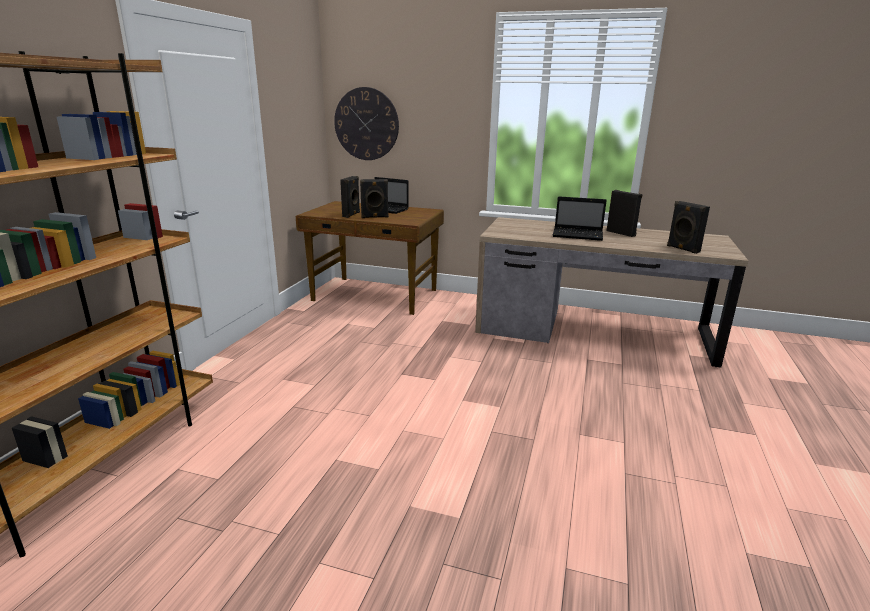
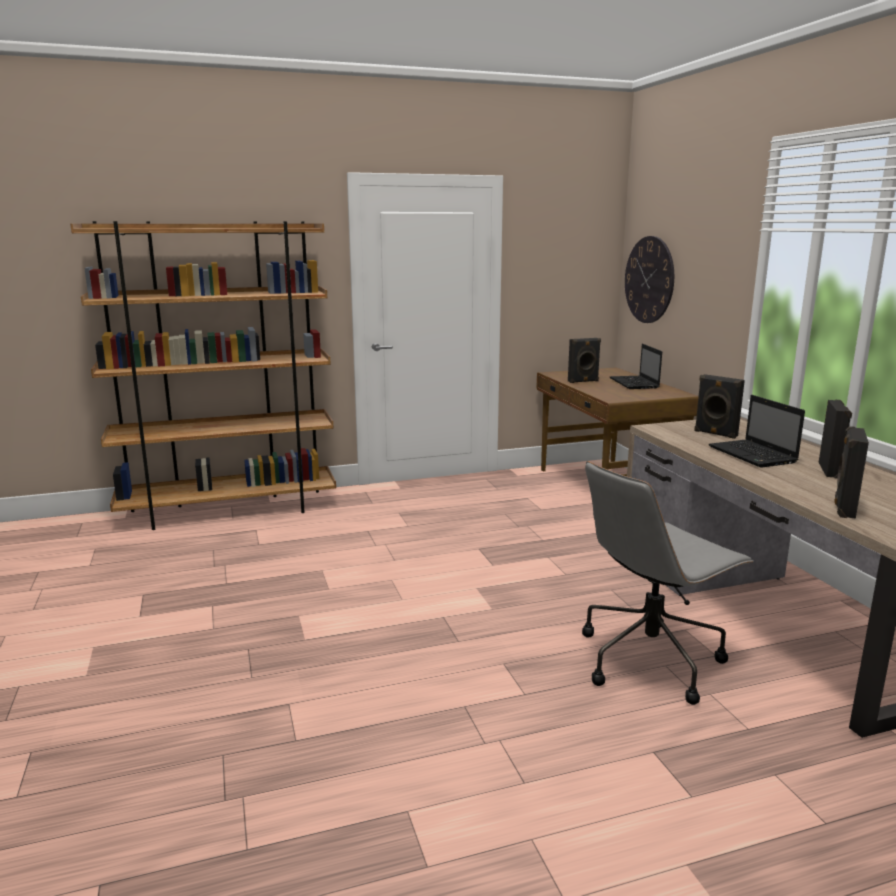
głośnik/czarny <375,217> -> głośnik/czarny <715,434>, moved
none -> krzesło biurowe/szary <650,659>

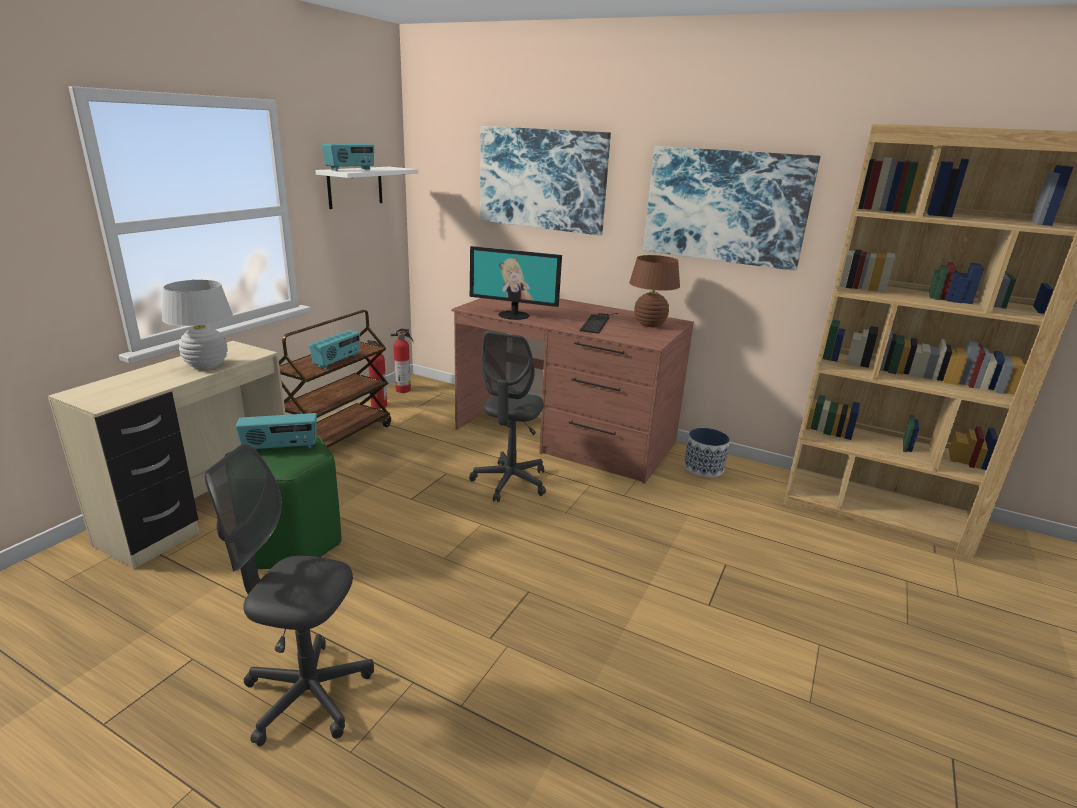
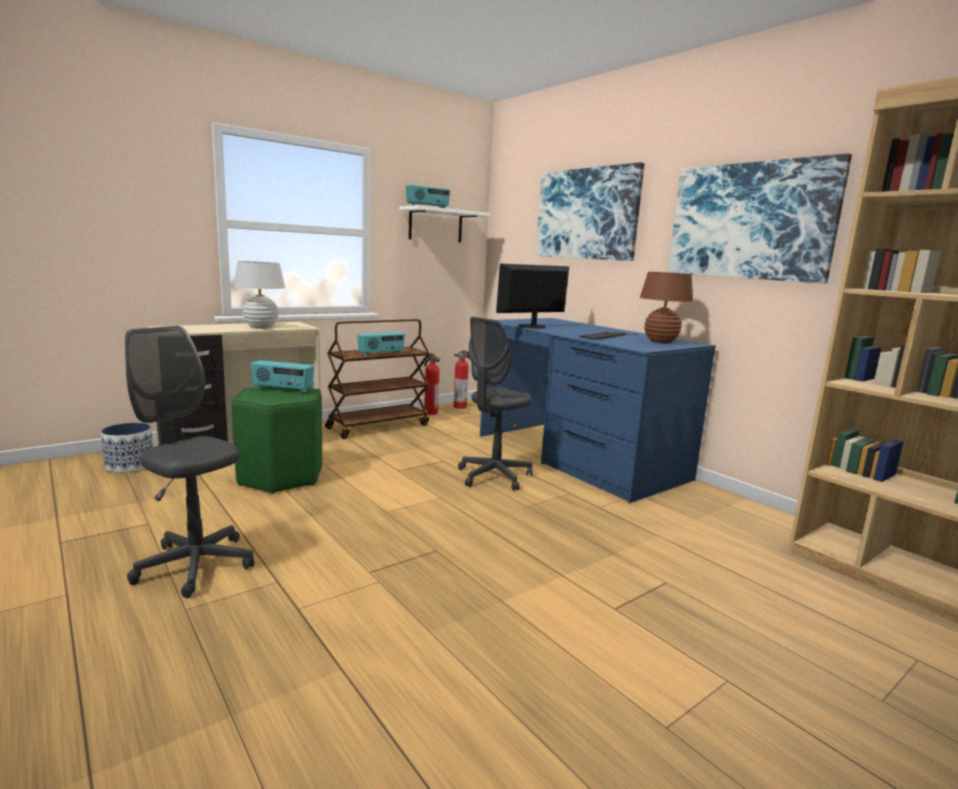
monitor <514,315> -> monitor <532,326>, 105 degrees clockwise
biurko/brązowy <565,436> -> biurko/niebieski <578,456>
donica <704,468> -> donica <130,465>, moved

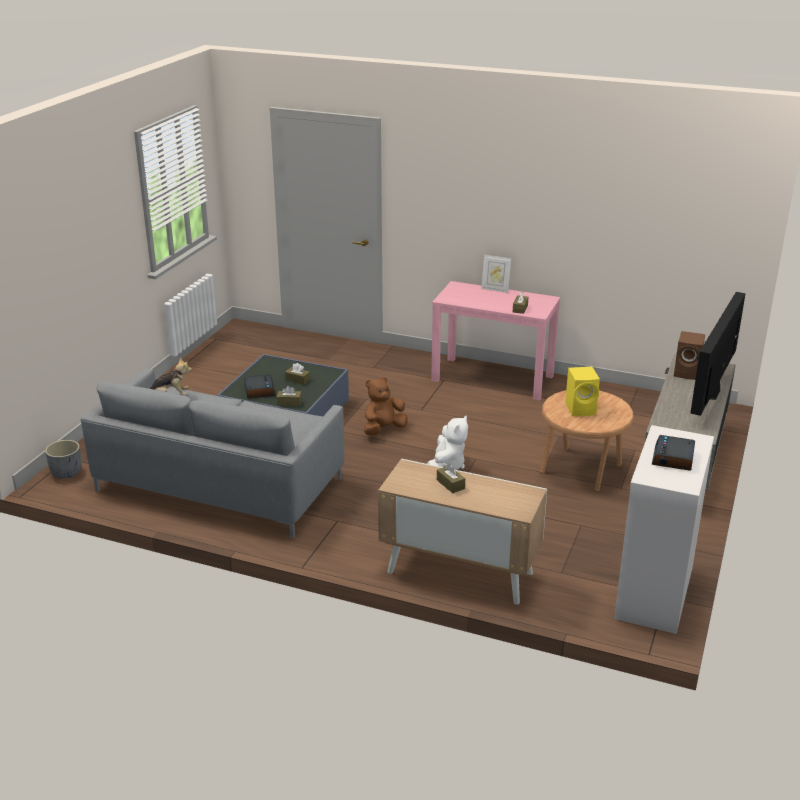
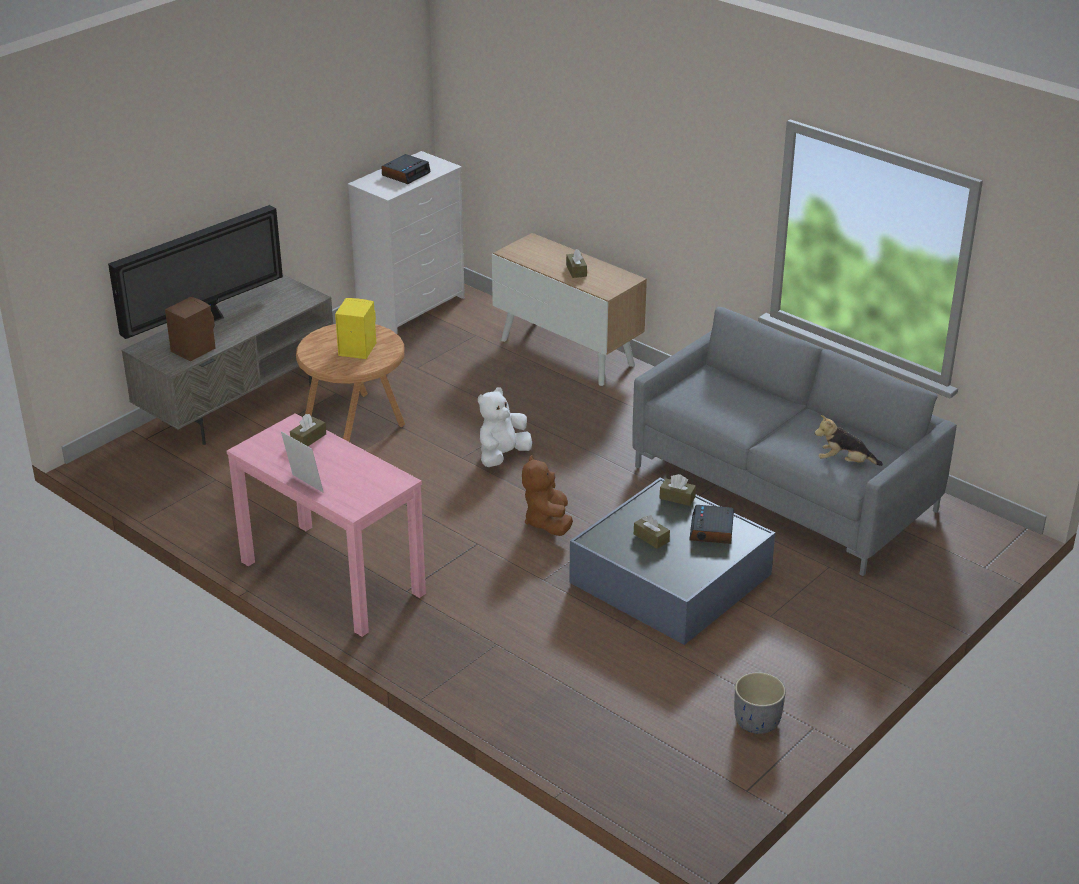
pluszak/brązowy <383,429> -> pluszak/brązowy <548,522>, 105 degrees clockwise
donica/szary <66,472> -> donica/szary <757,722>, moved

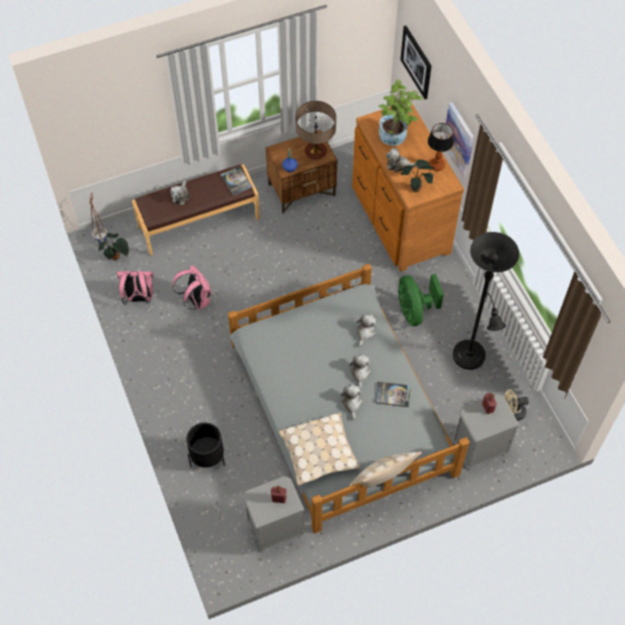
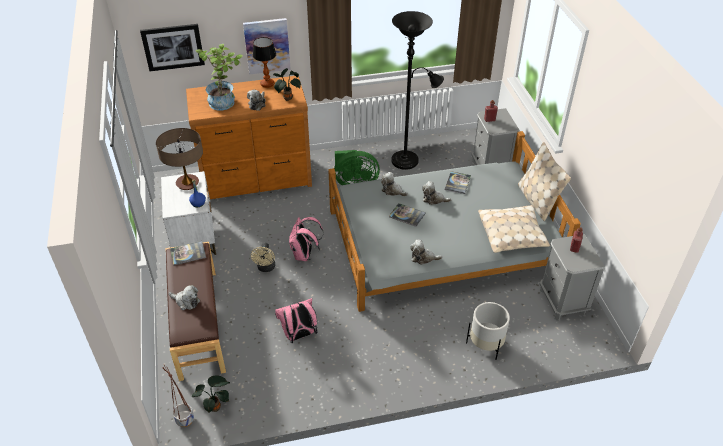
szafka nocna/brązowy <302,190> -> szafka nocna/biały <194,237>
plecak/różowy <139,298> -> plecak/różowy <304,255>, moved
pluszak <351,403> -> pluszak <423,258>, moved
wentylator/beżowy <512,412> -> wentylator/beżowy <266,268>, moved
donica/czarny <207,457> -> donica/biały <486,345>
none -> książka <407,215>

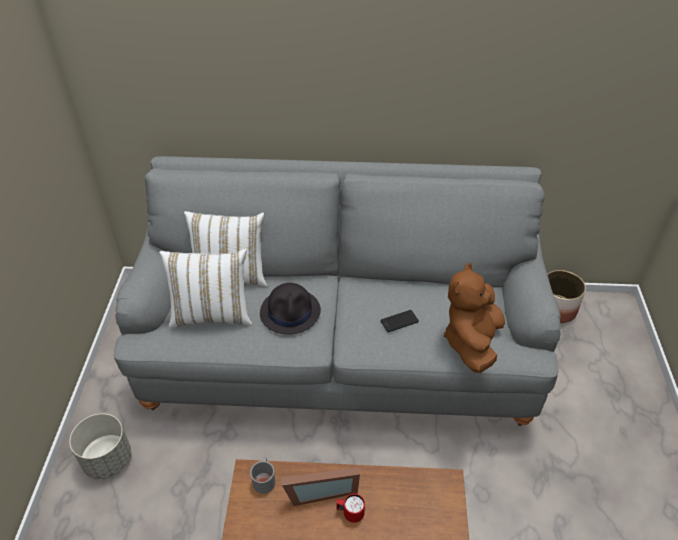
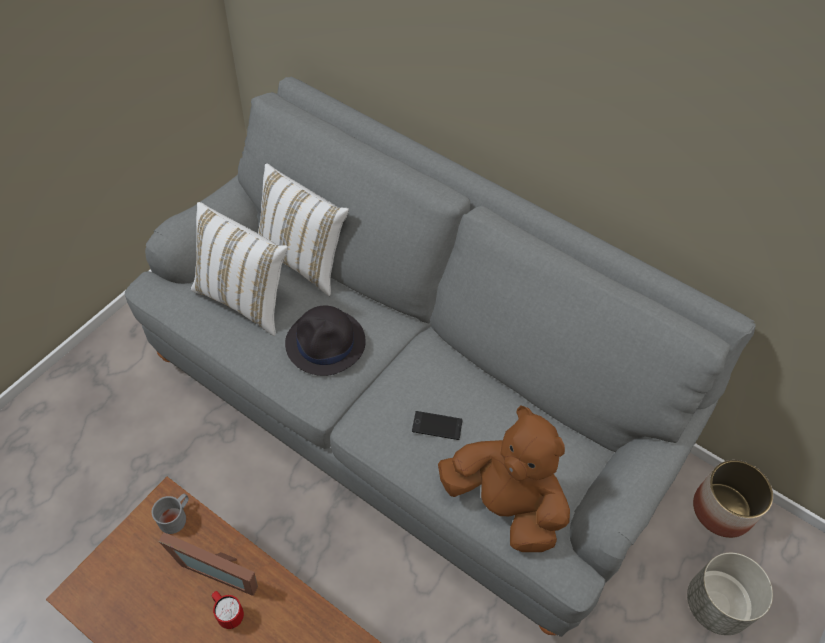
pluszak/brązowy <471,342> -> pluszak/brązowy <504,504>, 75 degrees clockwise
donica/szary <107,460> -> donica/szary <715,604>, moved

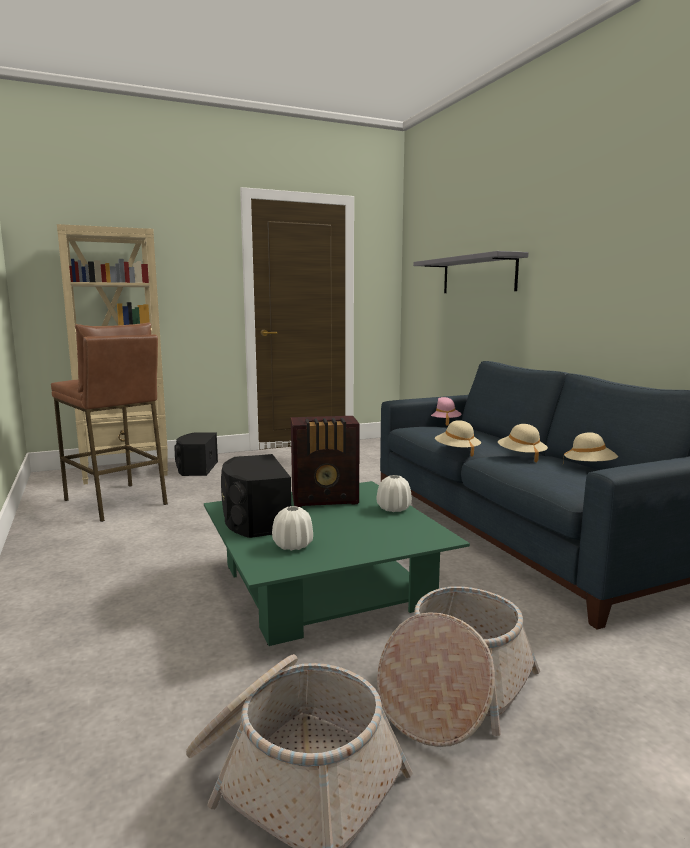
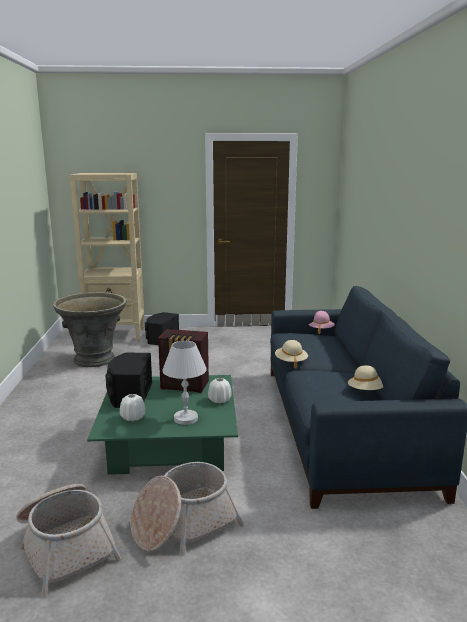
półka/szary <478,275> -> none
stołek/brązowy <116,502> -> donica/szary <95,360>
kapelusz/beżowy <521,456> -> none
none -> lampa stołowa/biały <185,418>

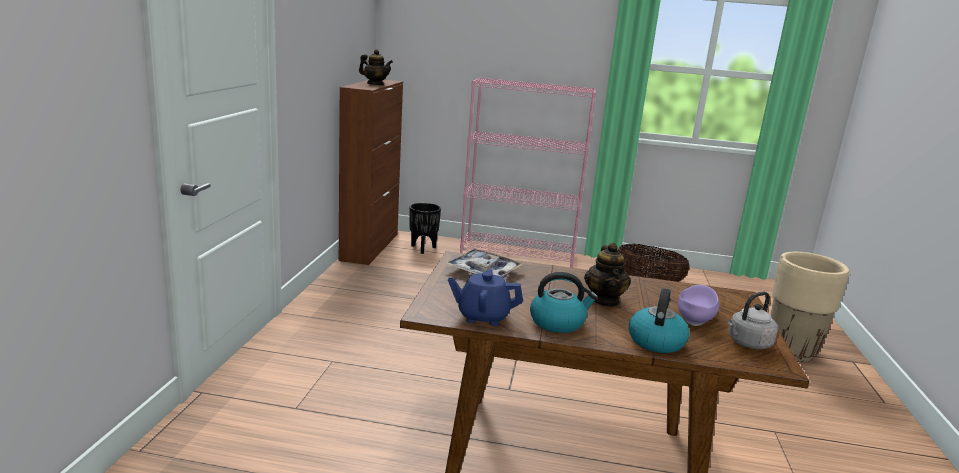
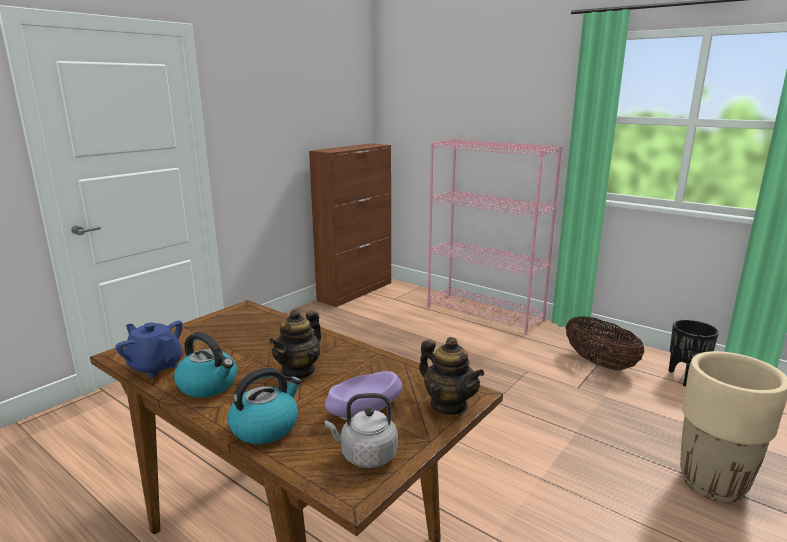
imbryk <375,84> -> imbryk <449,405>, moved
donica/czarny <423,249> -> donica/czarny <686,378>, moved
taca <483,271> -> none

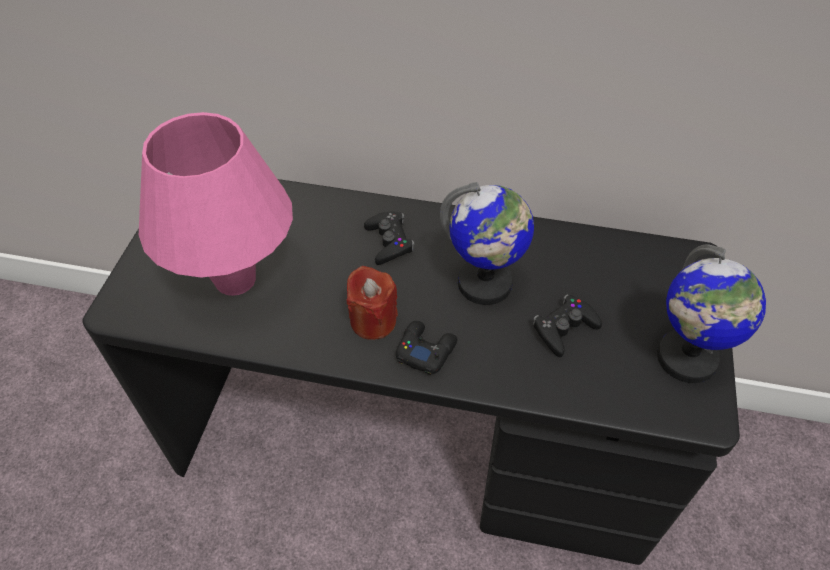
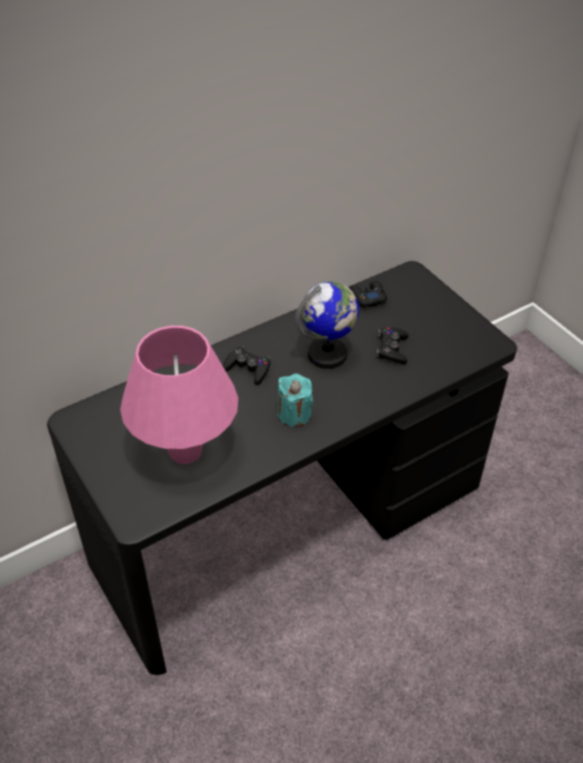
globus <686,358> -> none
świeca/czerwony <373,321> -> świeca/turkusowy <294,414>
pad do gier/czarny <425,350> -> pad do gier/czarny <367,297>, moved

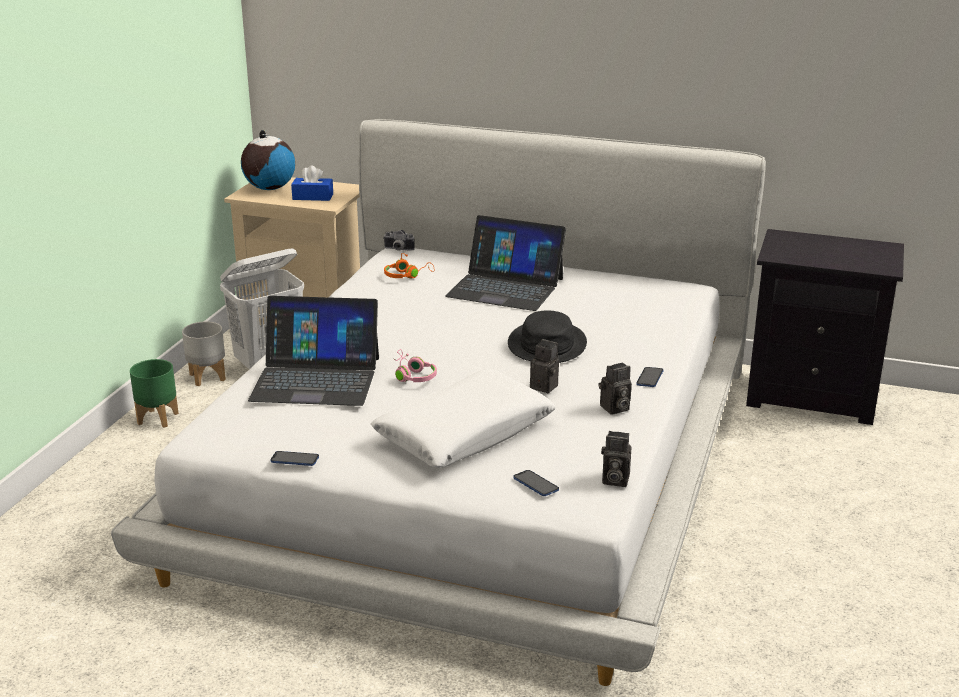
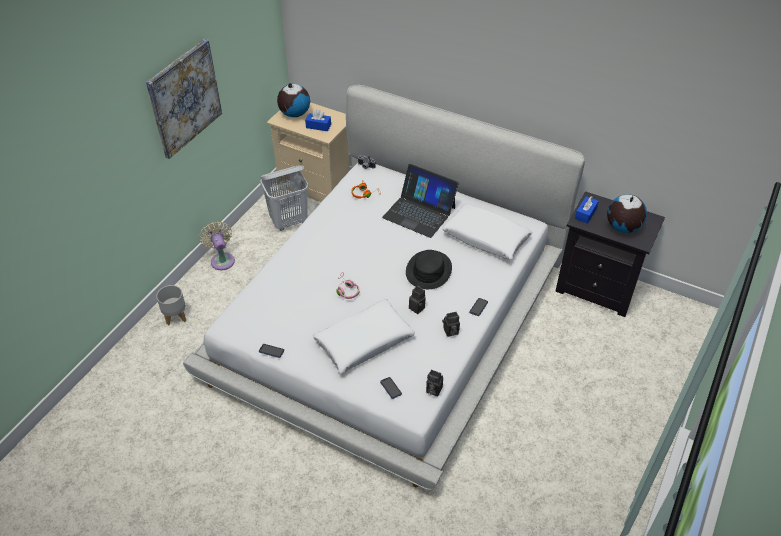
laptop <316,378> -> none
donica/szary <206,377> -> donica/szary <175,316>, moved
donica/zielony <157,419> -> wentylator/beżowy <222,259>
none -> obraz <184,98>
none -> globus <622,227>
none -> pudełko chusteczek/niebieski <585,214>
none -> poduszka/biały <486,238>

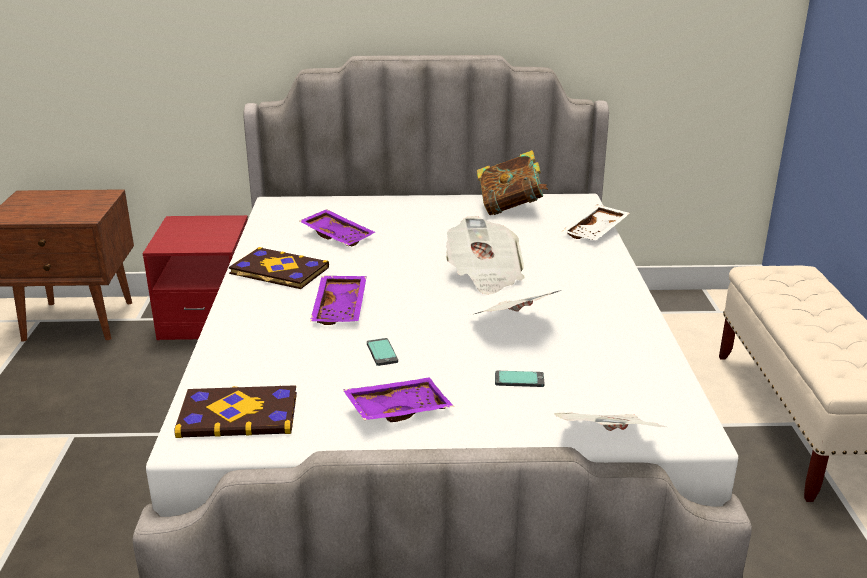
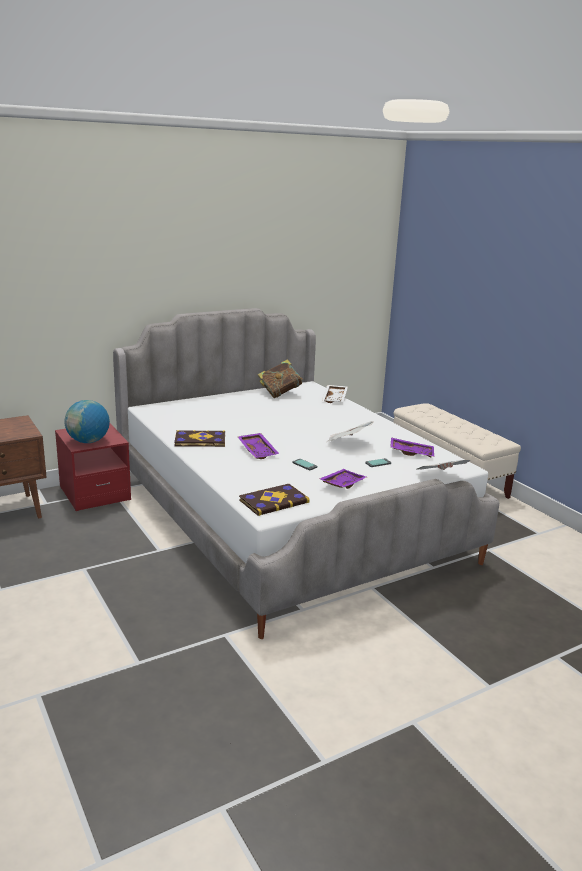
taca/fioletowy <338,236> -> taca/fioletowy <411,452>, moved
gazeta <484,275> -> none
none -> globus <88,441>

